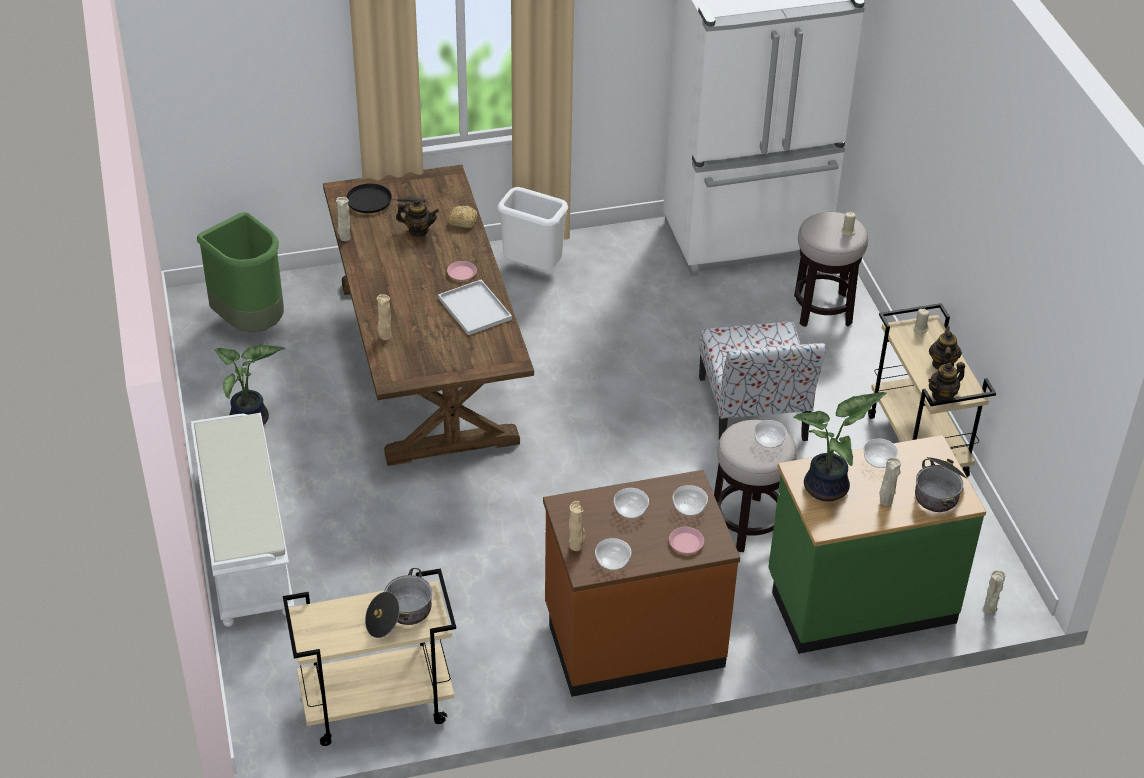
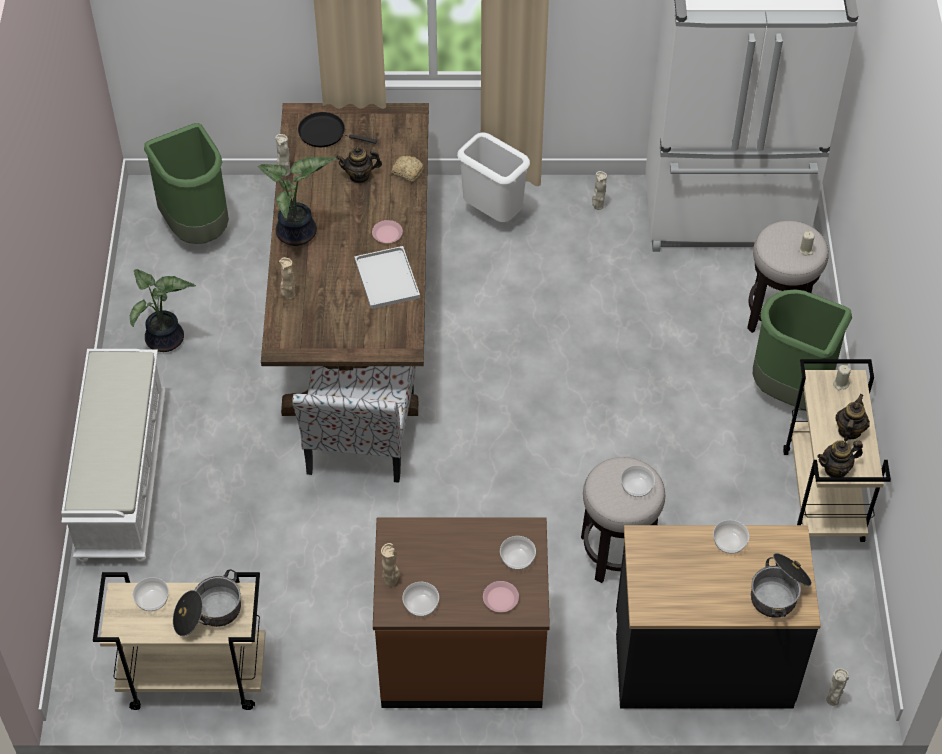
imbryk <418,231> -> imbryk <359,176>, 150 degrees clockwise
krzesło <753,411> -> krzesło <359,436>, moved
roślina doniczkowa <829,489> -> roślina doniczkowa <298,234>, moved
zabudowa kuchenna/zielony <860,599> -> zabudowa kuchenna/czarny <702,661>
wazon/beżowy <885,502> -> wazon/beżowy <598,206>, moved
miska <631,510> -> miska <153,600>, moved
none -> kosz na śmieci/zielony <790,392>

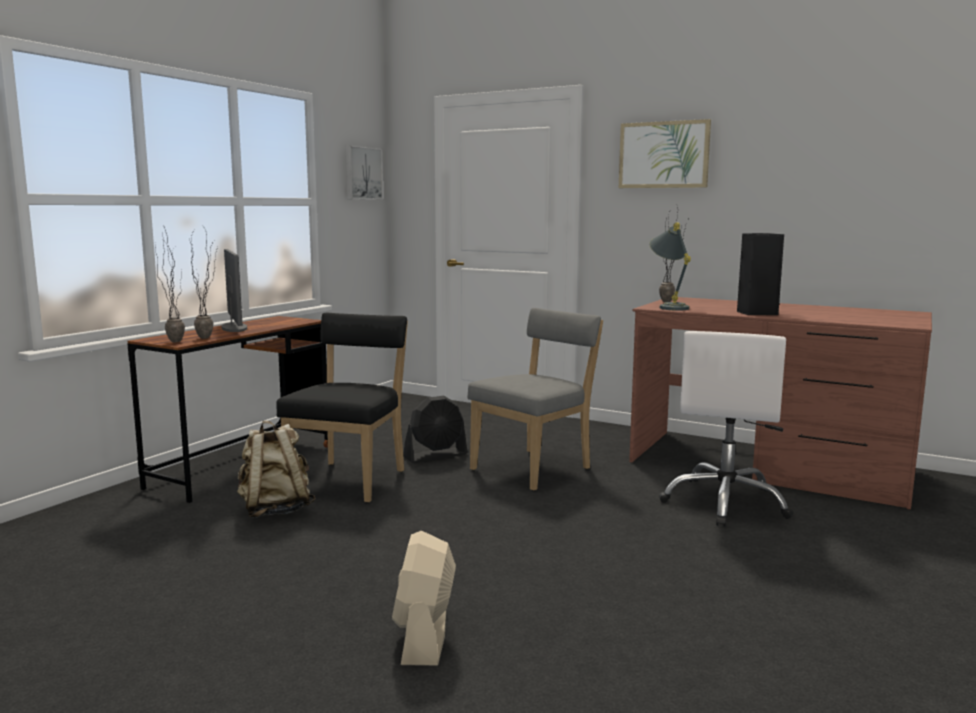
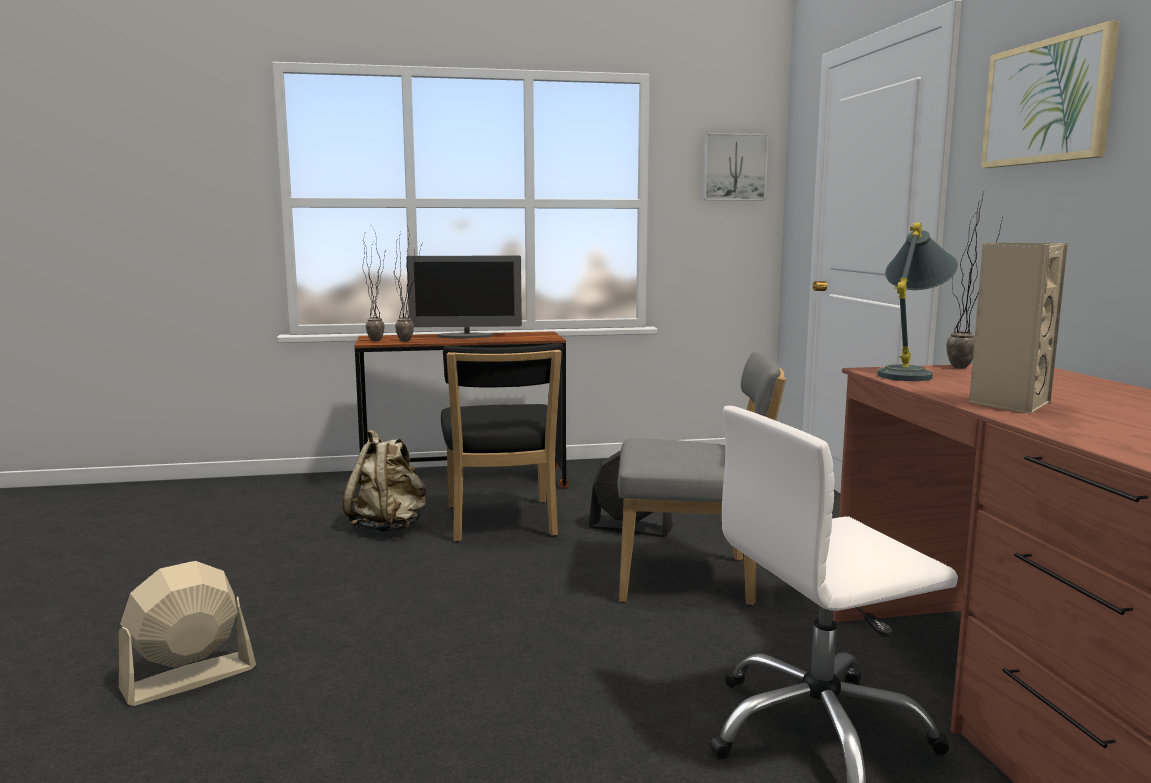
głośnik/czarny <756,313> -> głośnik/beżowy <1008,404>
monitor <234,328> -> monitor <466,336>, 60 degrees clockwise
krzesło/czarny <350,480> -> krzesło/czarny <501,523>, 105 degrees clockwise

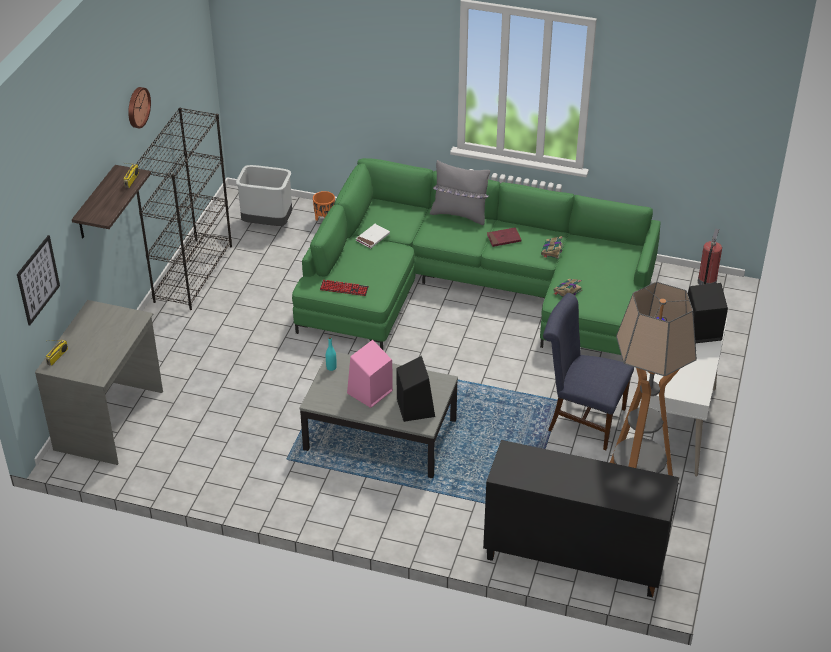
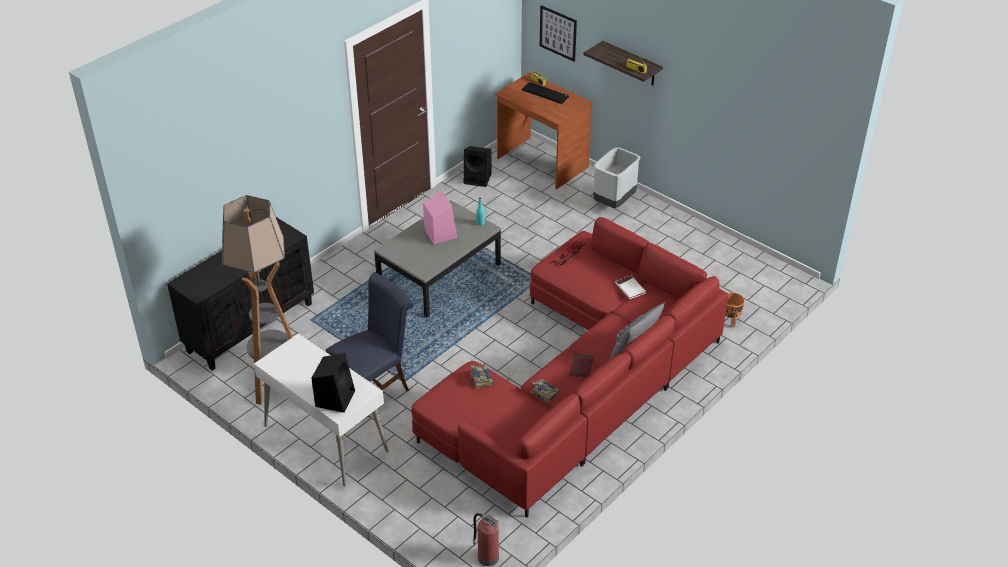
zegar ścienny <137,107> -> none
regał/czarny <193,273> -> none
kanapa/zielony <472,288> -> kanapa/czerwony <579,382>
kosz na śmieci/szary <267,223> -> kosz na śmieci/szary <614,201>, moved
biurko/szary <110,421> -> biurko/brązowy <541,163>
głośnik/czarny <415,407> -> głośnik/czarny <478,178>, moved
none -> klawiatura <546,93>

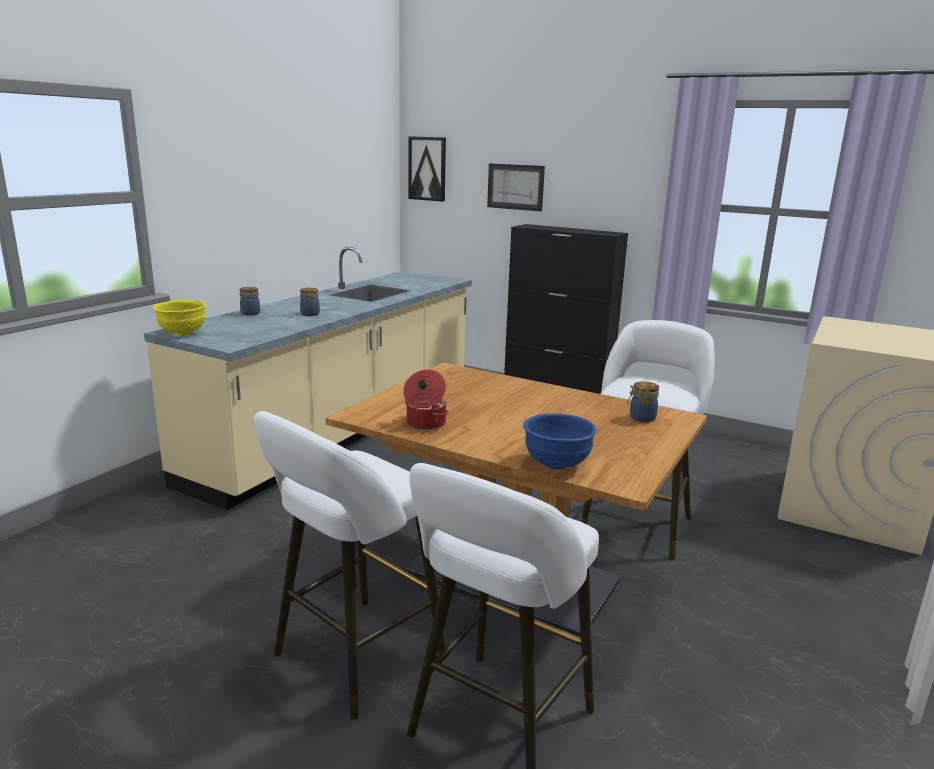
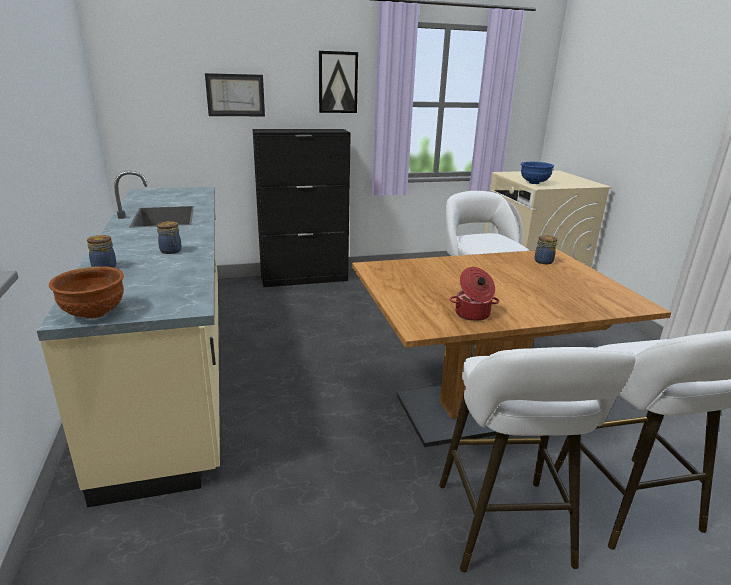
obraz <427,168> -> obraz <338,82>, moved
miska/żółty <182,334> -> miska/brązowy <93,314>
miska/niebieski <556,465> -> miska/niebieski <534,183>, moved

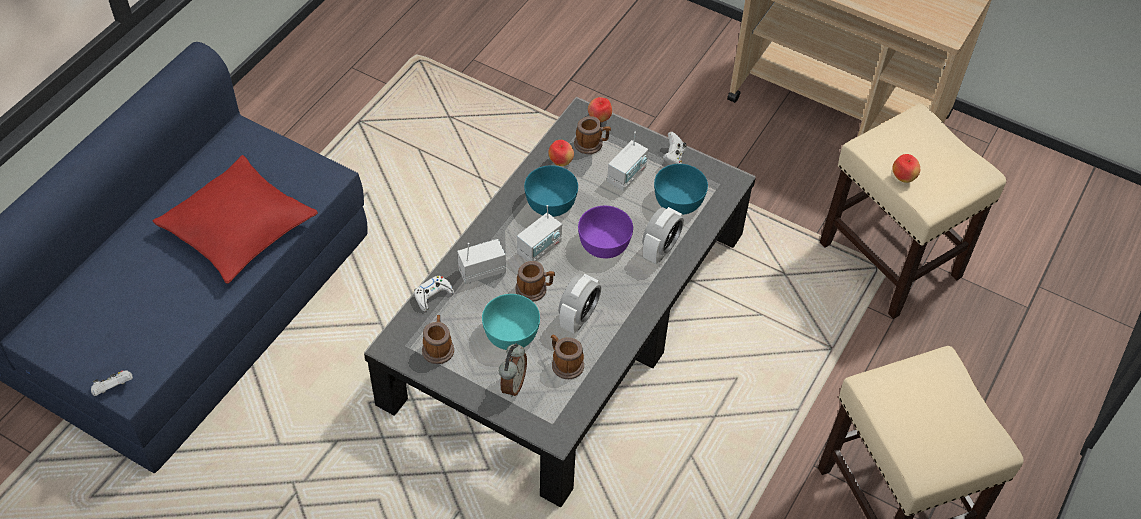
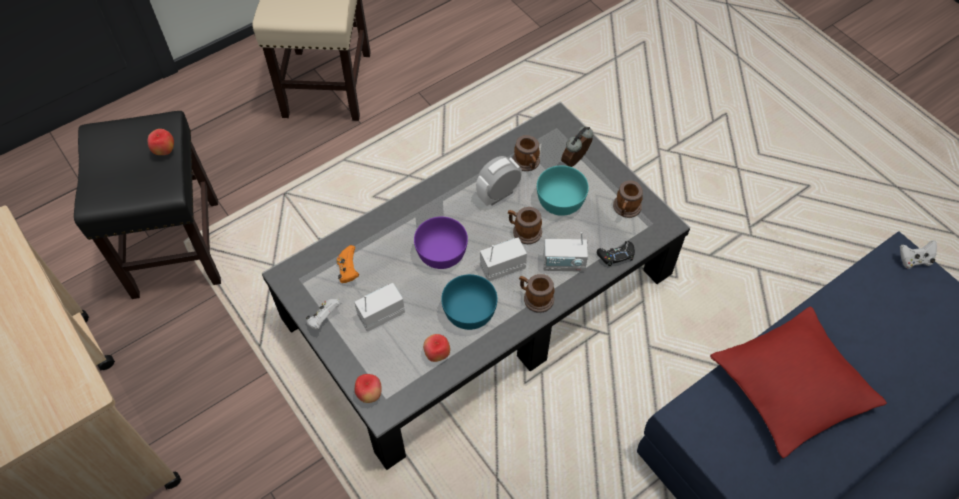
stołek/beżowy <888,259> -> stołek/czarny <176,249>
kubek <591,144> -> kubek <535,298>, moved
miska/turkusowy <679,200> -> pad do gier/pomarańczowy <348,271>
budzik <660,250> -> none
pad do gier/biały <433,295> -> pad do gier/czarny <616,255>

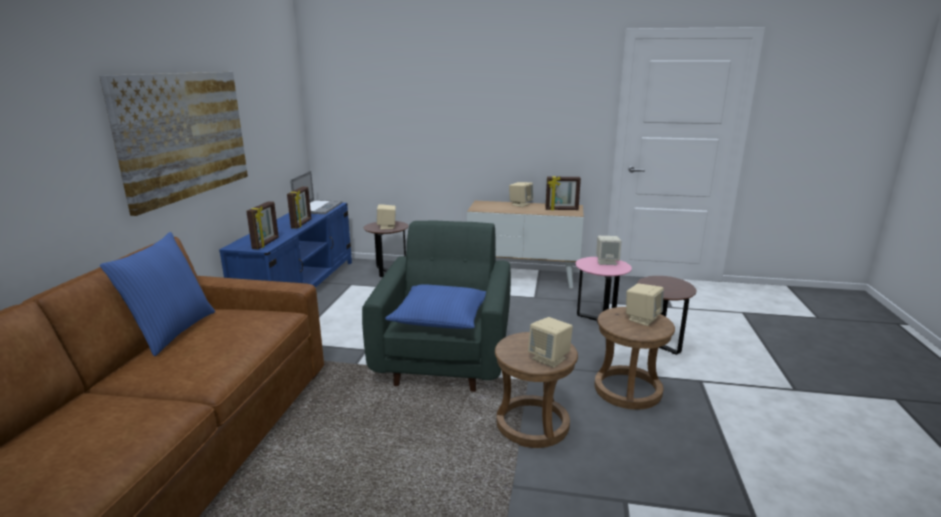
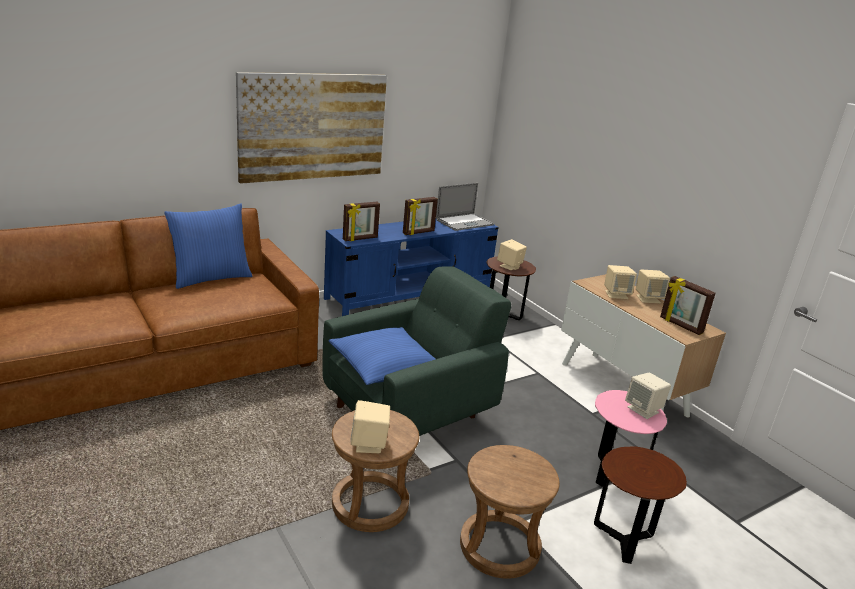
głośnik/beżowy <642,319> -> głośnik/beżowy <616,294>, moved

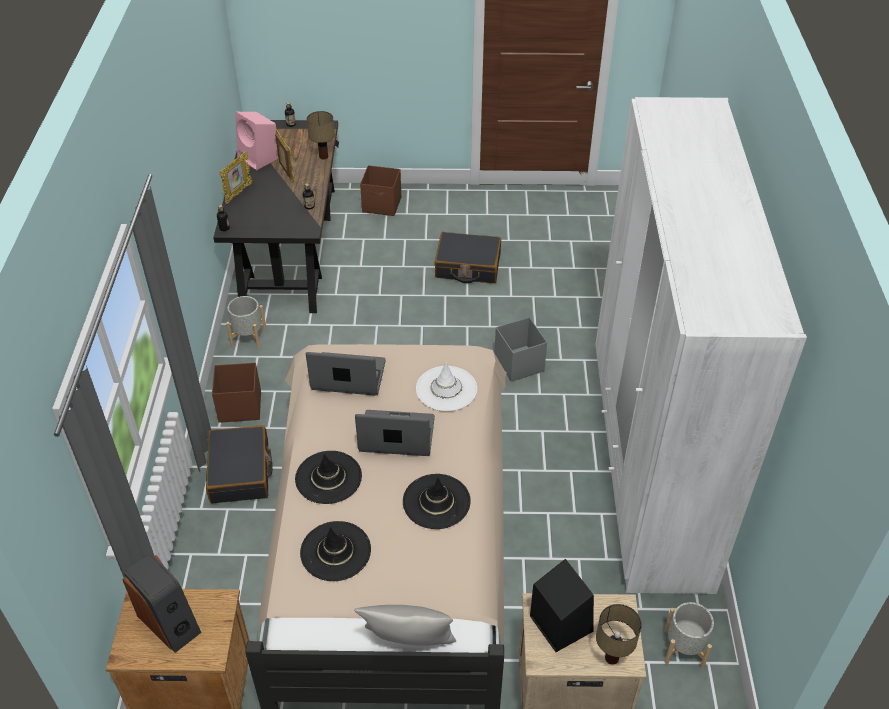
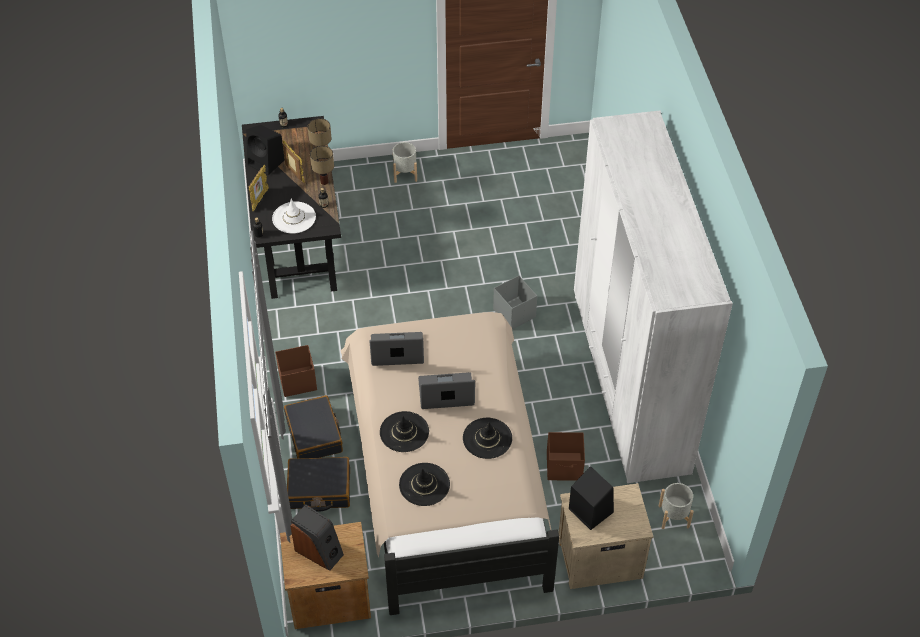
głośnik/różowy <259,158> -> głośnik/czarny <267,162>
pojemnik do przechowywania/brązowy <382,205> -> pojemnik do przechowywania/brązowy <565,467>, moved
walizka/czarny <467,266> -> walizka/czarny <319,489>, moved
donica/szary <248,337> -> donica/szary <405,174>, moved
kapelusz/biały <446,389> -> kapelusz/biały <294,218>, moved
lampa stołowa <611,657> -> lampa stołowa <324,181>, moved
poduszka/szary <408,646> -> none

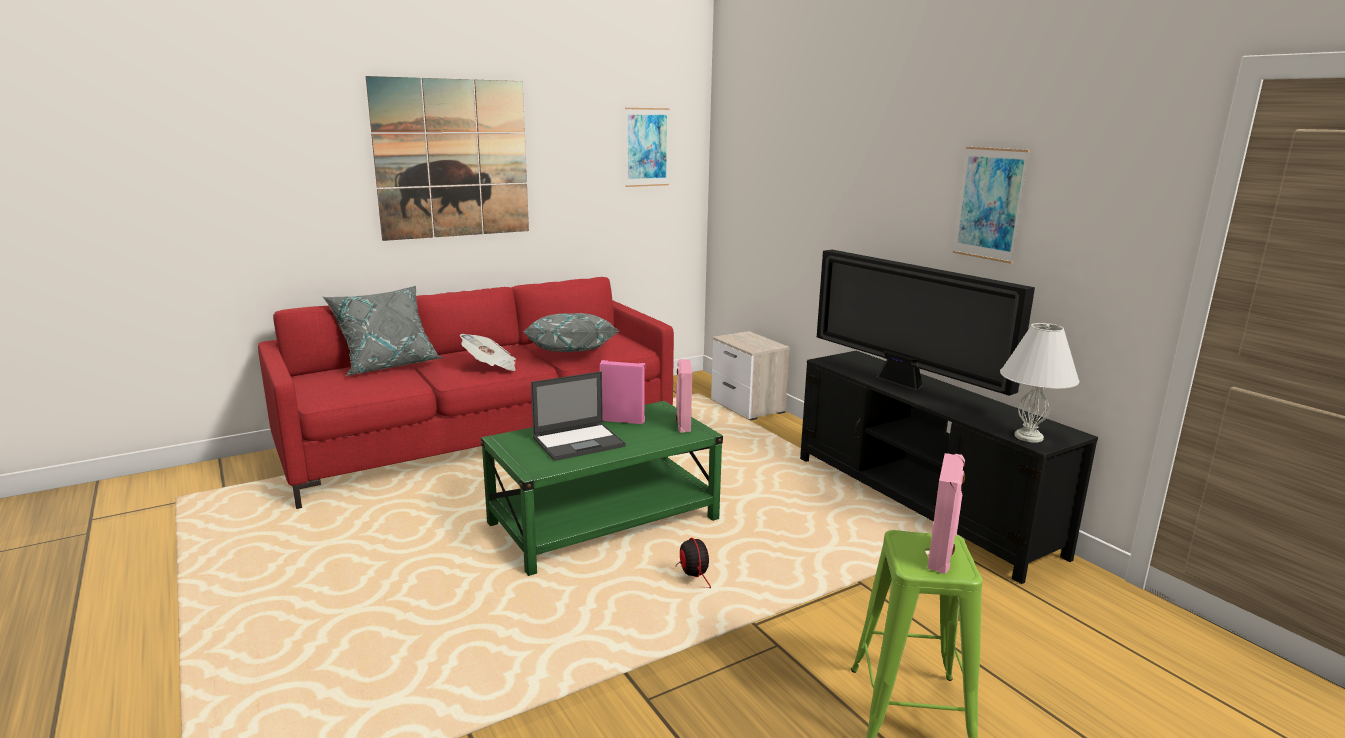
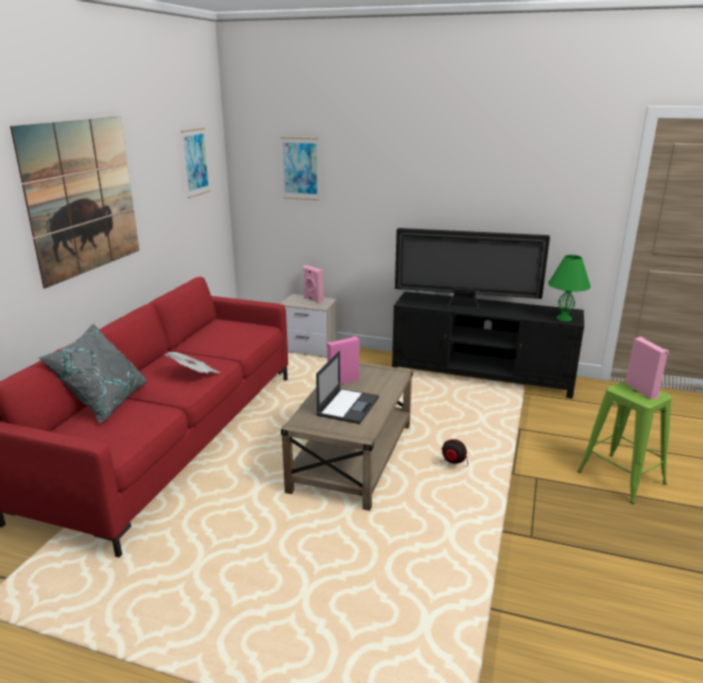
obraz <990,204> -> obraz <300,169>, moved
poduszka/szary <570,353> -> none
lampa stołowa/biały <1029,437> -> lampa stołowa/zielony <564,319>
głośnik/różowy <682,423> -> głośnik/różowy <313,300>, moved
ława/zielony <604,521> -> ława/beżowy <352,457>

